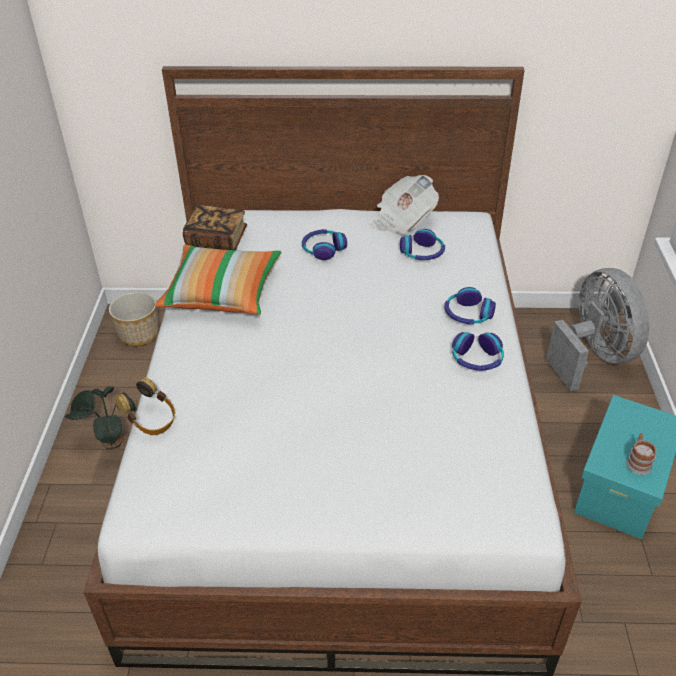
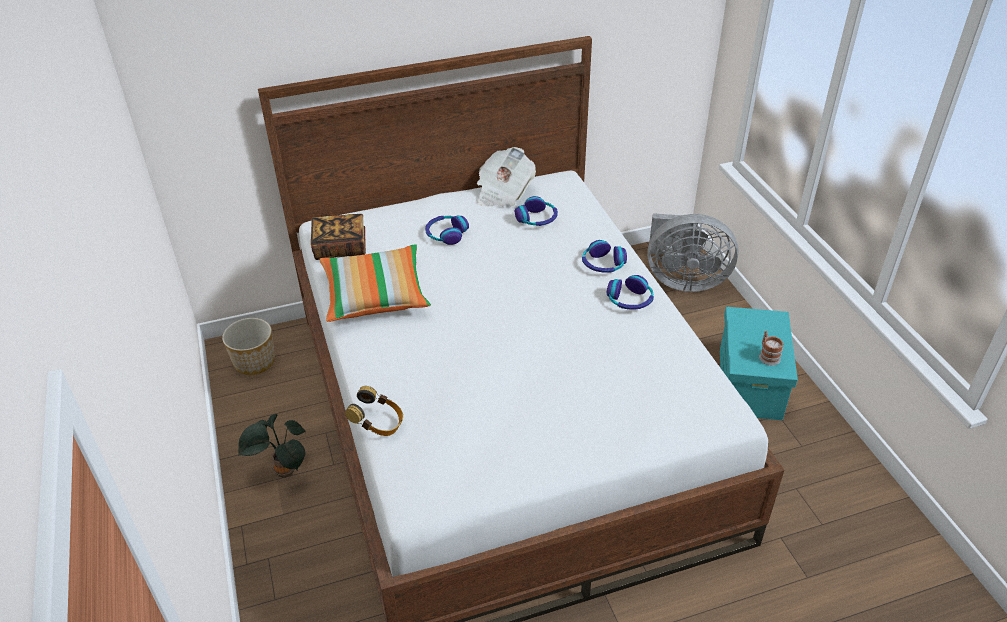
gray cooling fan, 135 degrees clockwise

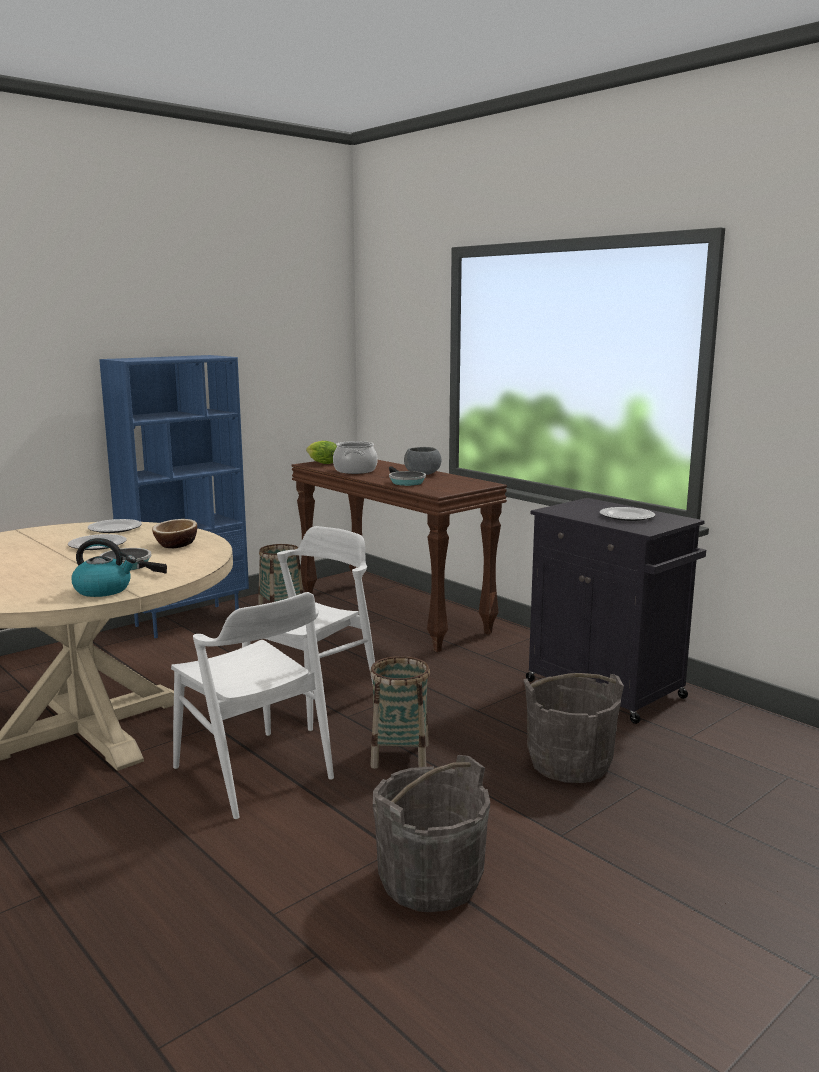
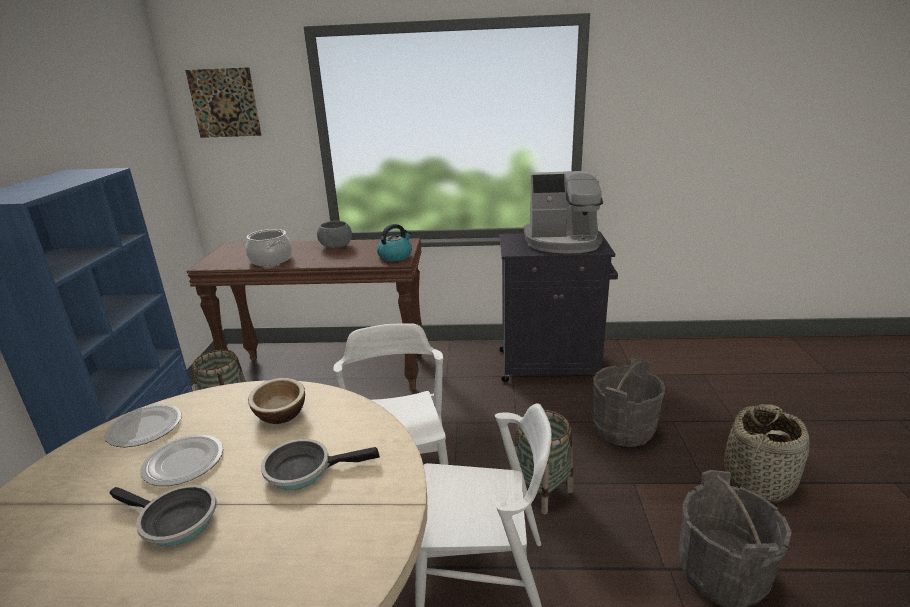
head of lettuce -> none
none -> wall picture
none -> household basket (3rd from left)
tea kettle, moved
frying pan (2nd from left in the first image) -> frying pan (1st from left), moved
plate (3rd from left) -> coffee machine

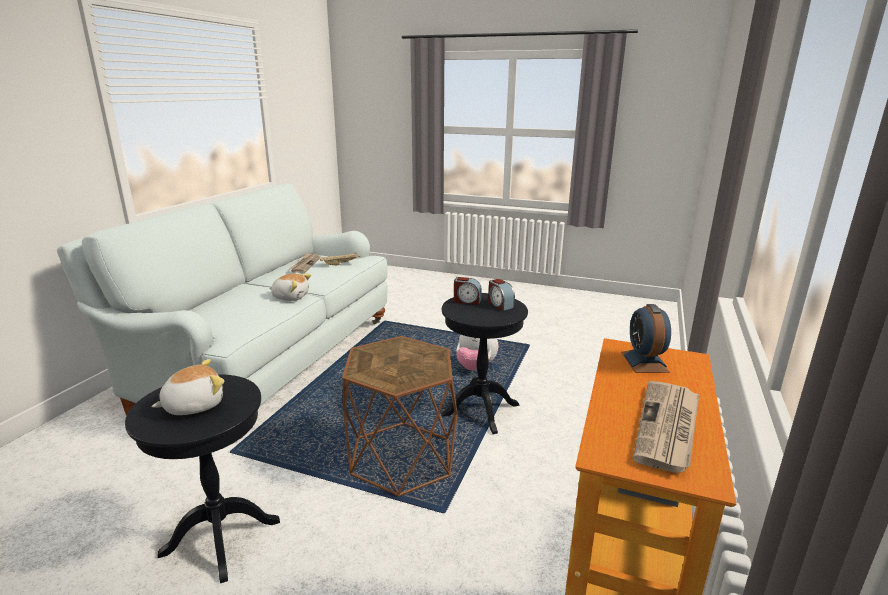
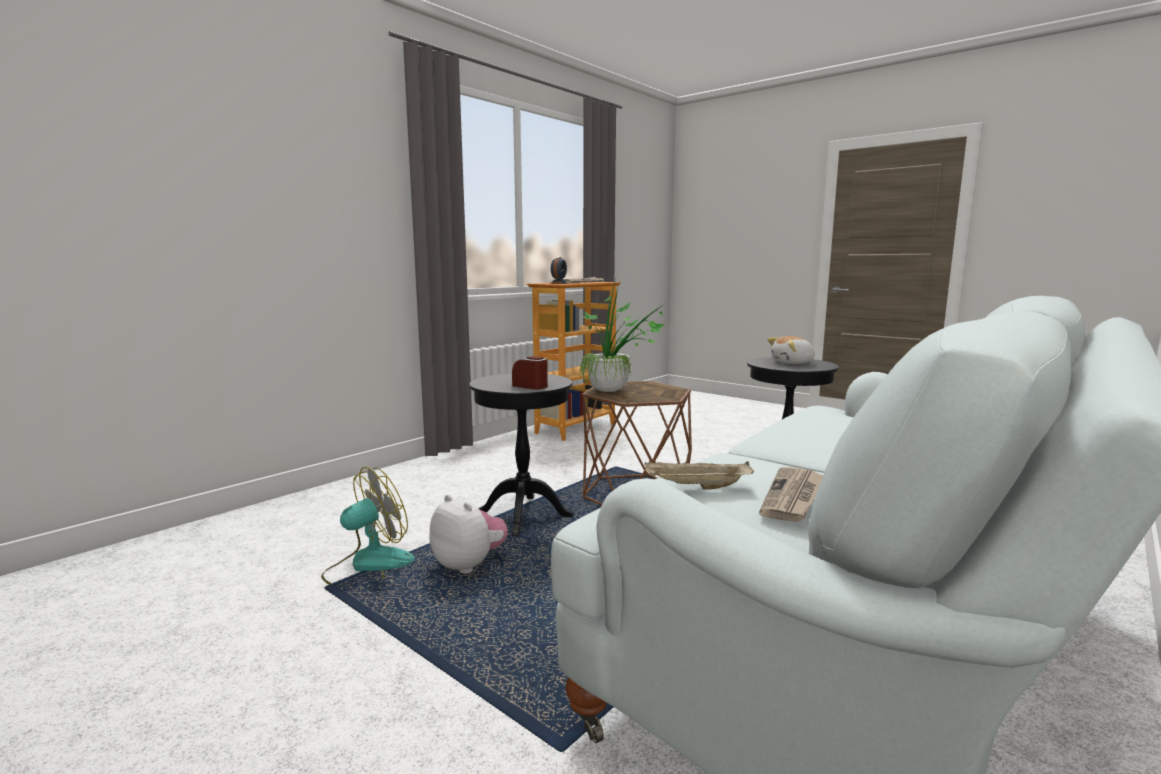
cuddly toy (2nd from left) -> none
alarm clock (2nd from left) -> none
none -> cooling fan
none -> potted plant

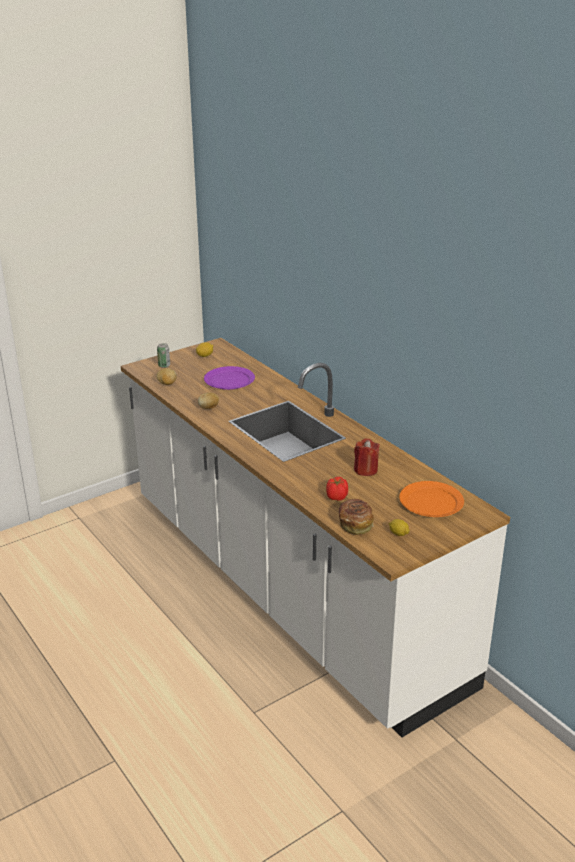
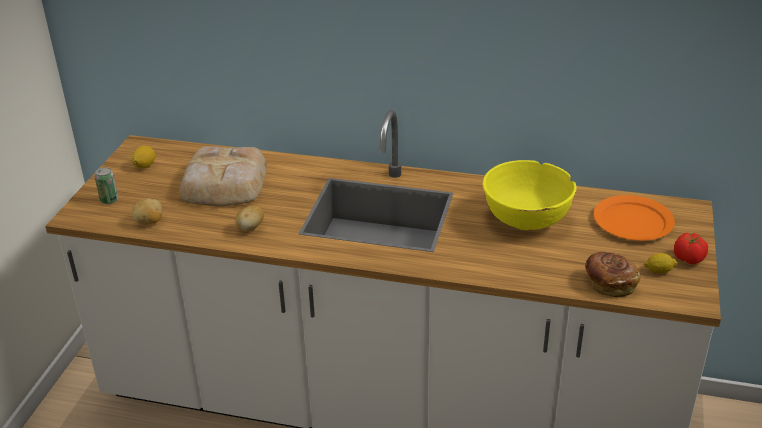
whole tomato, moved
purple-coloured plate -> bakery bread (1st from left)
reddish wax candle -> yellowish deep dish

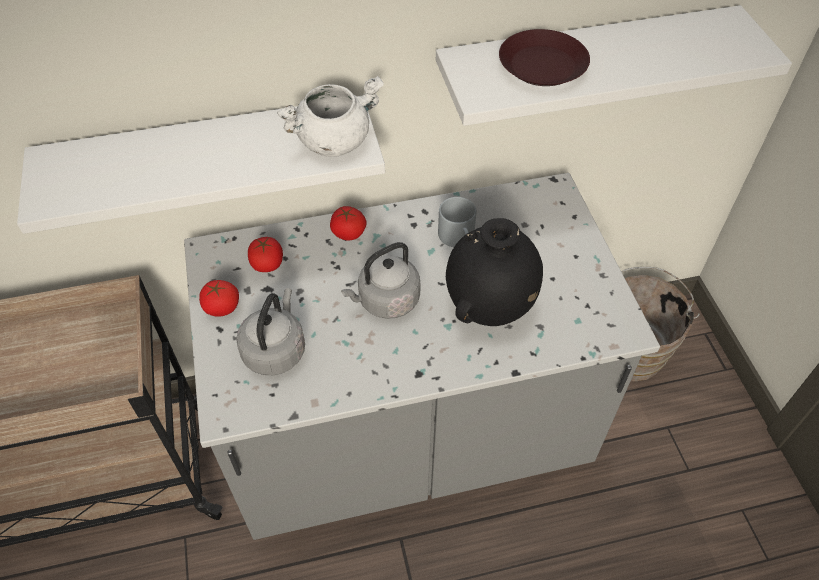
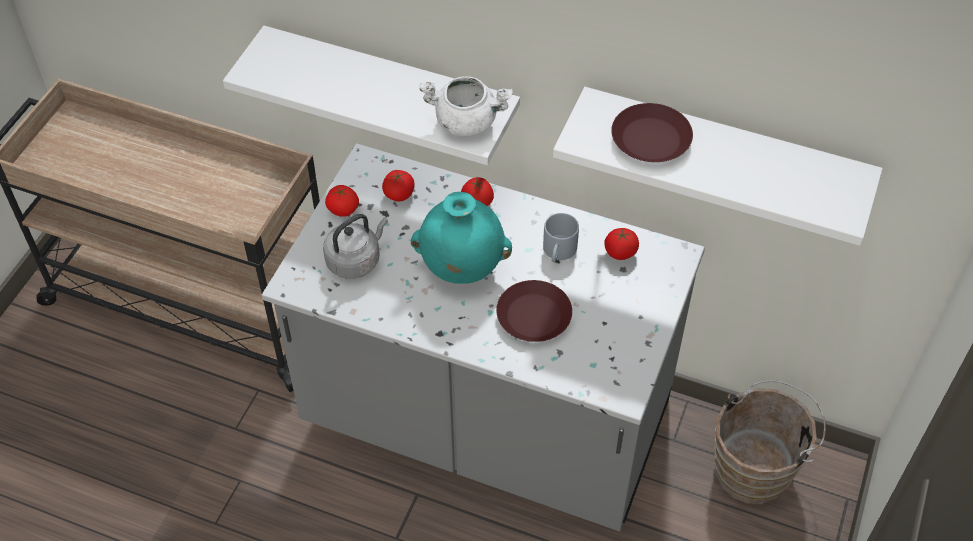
none -> whole tomato (4th from left)
gray tea kettle (2nd from left) -> turquoise decorative vase
blackish decorative vase -> brown-coloured plate (1st from left)

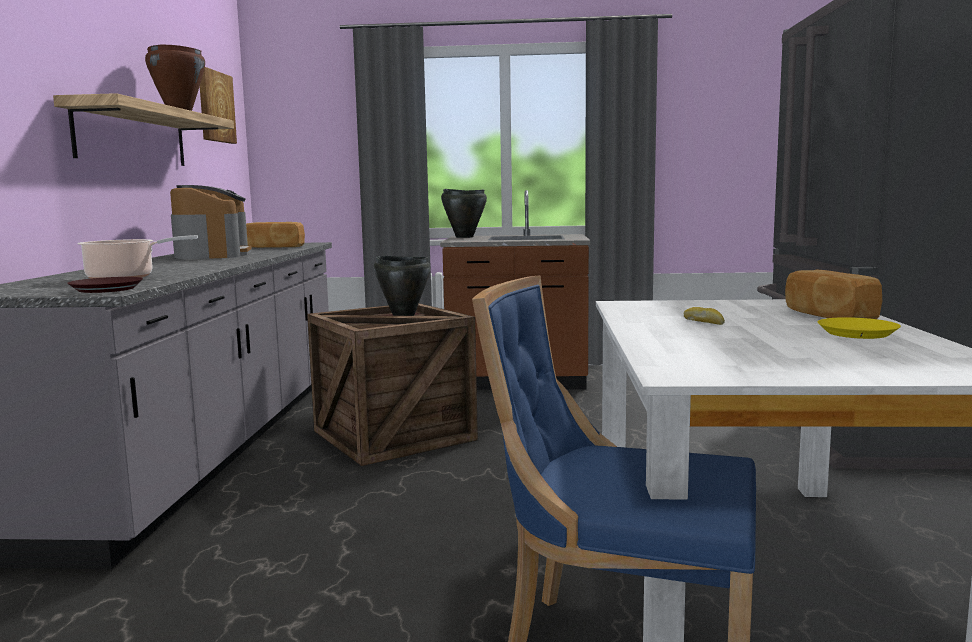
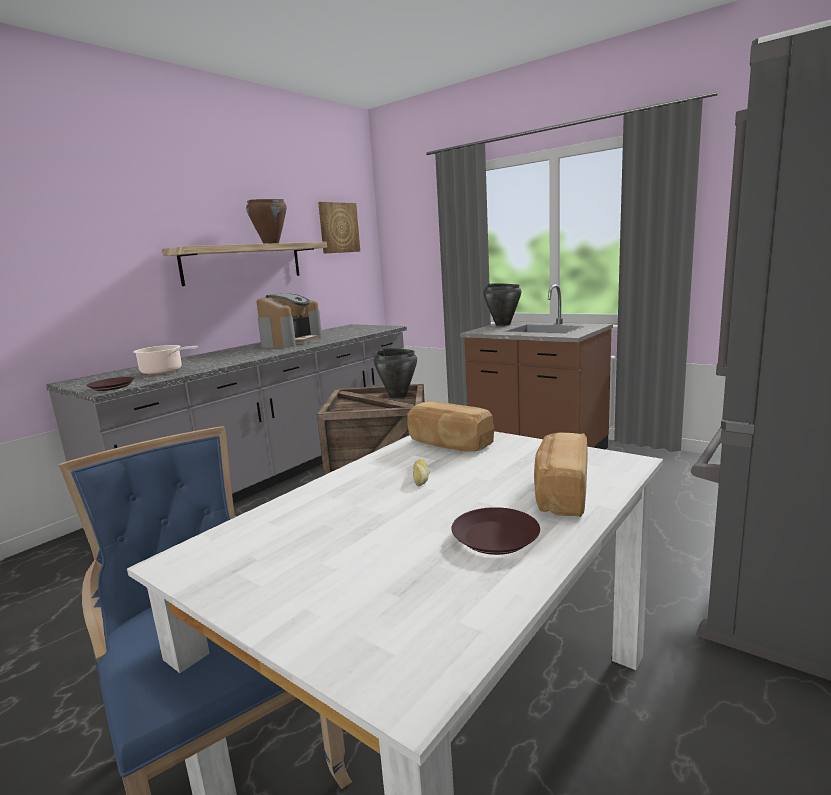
bakery bread (1st from left in the first image) -> bakery bread (2nd from left), moved
yellowish plate -> brown-coloured plate (2nd from left)

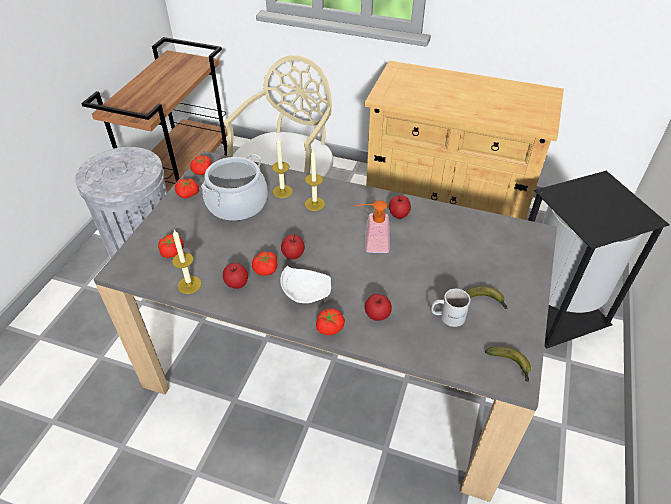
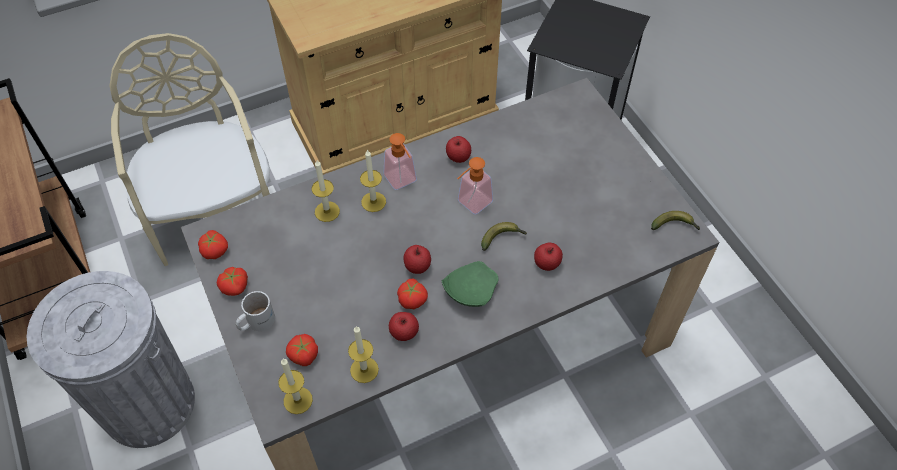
saucepot -> none
whole tomato (5th from left) -> none
none -> wax candle (1st from left)
none -> soap dispenser (1st from left)
white mug, moved
whole banana (1st from left), moved
white plate -> green-coloured plate

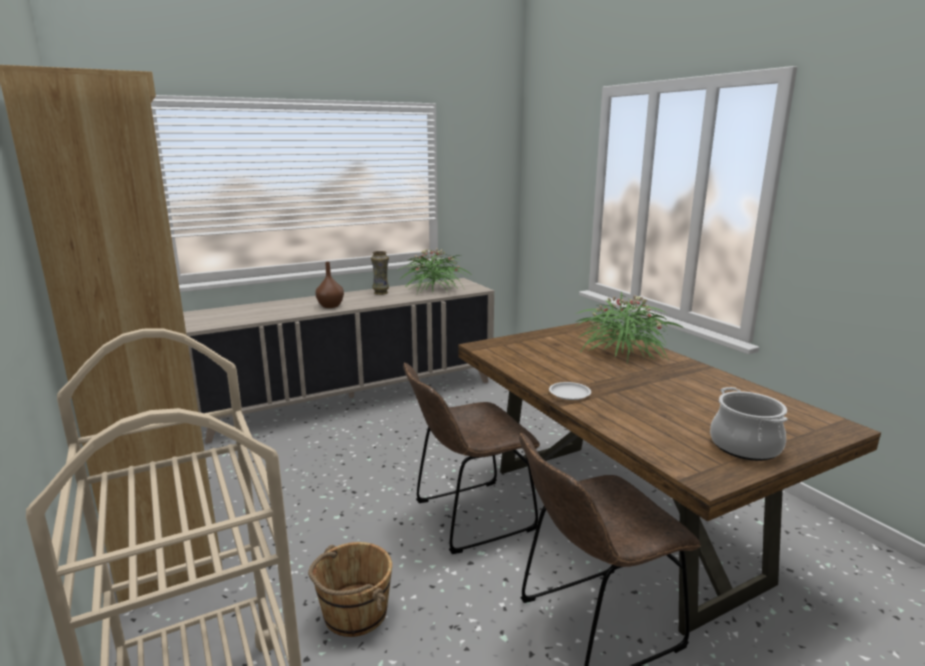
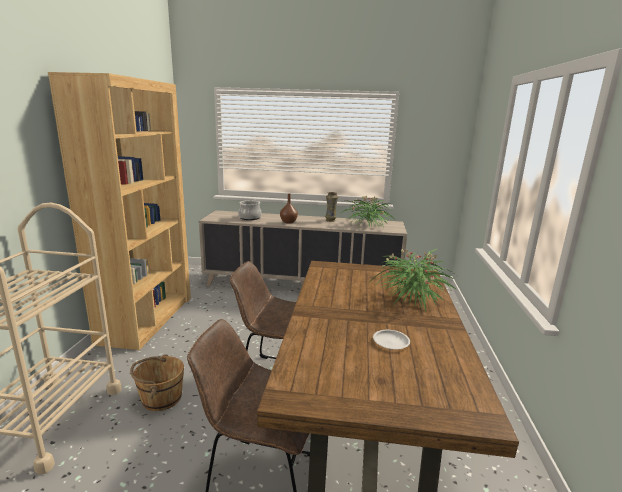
white plate, moved
saucepot, moved

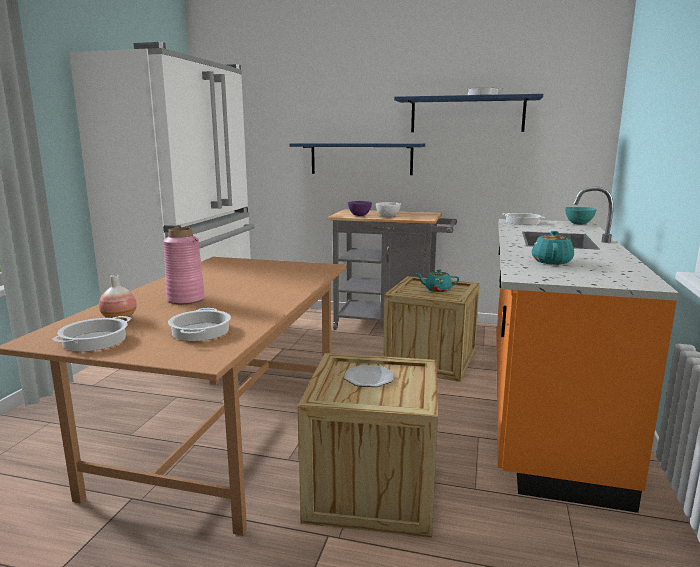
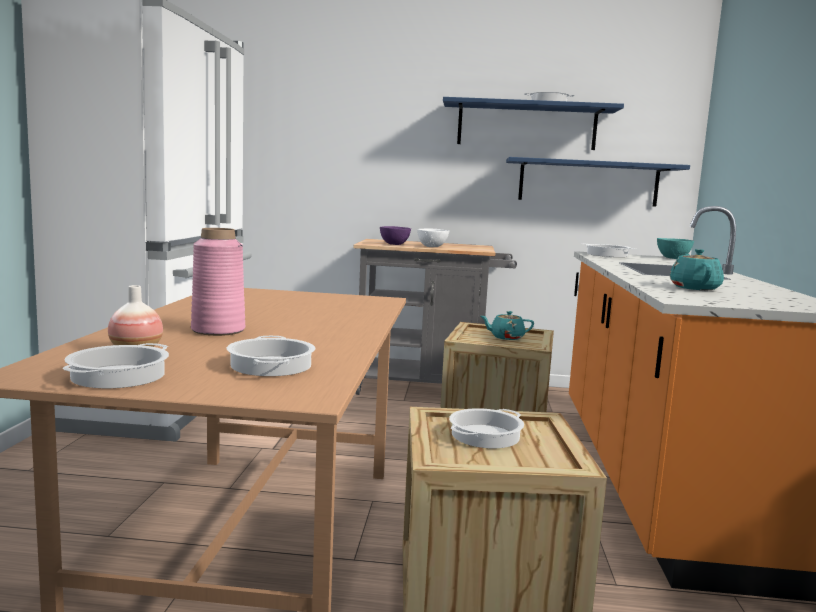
blue shelf (1st from left in the first image) -> blue shelf (2nd from left), moved
plate -> saucepot (3rd from left)

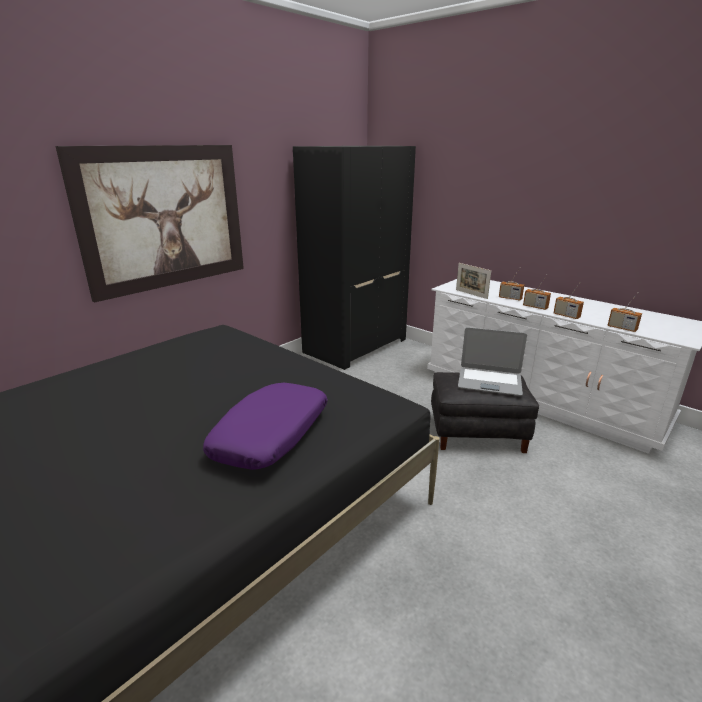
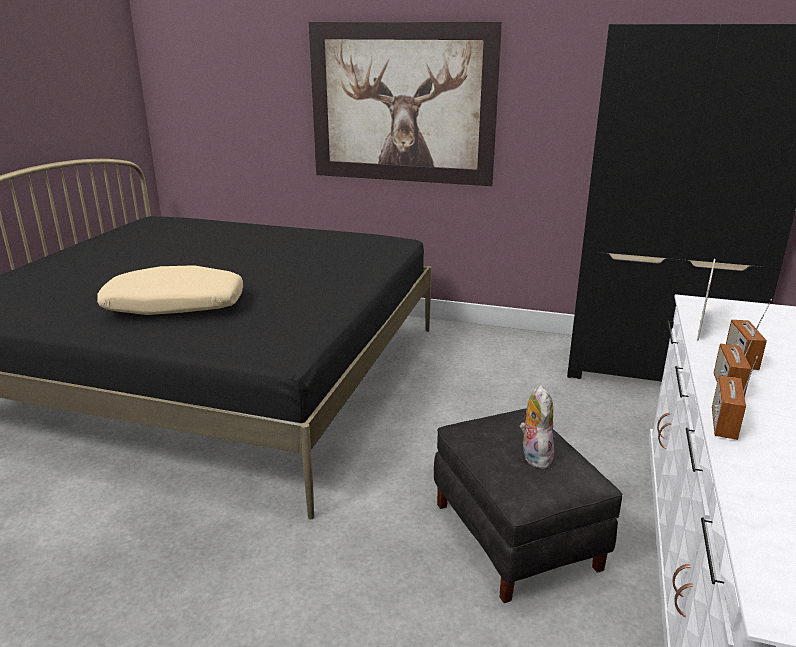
radio receiver (4th from left) -> none
notebook computer -> cuddly toy
purple-coloured pillow -> beige-coloured pillow

